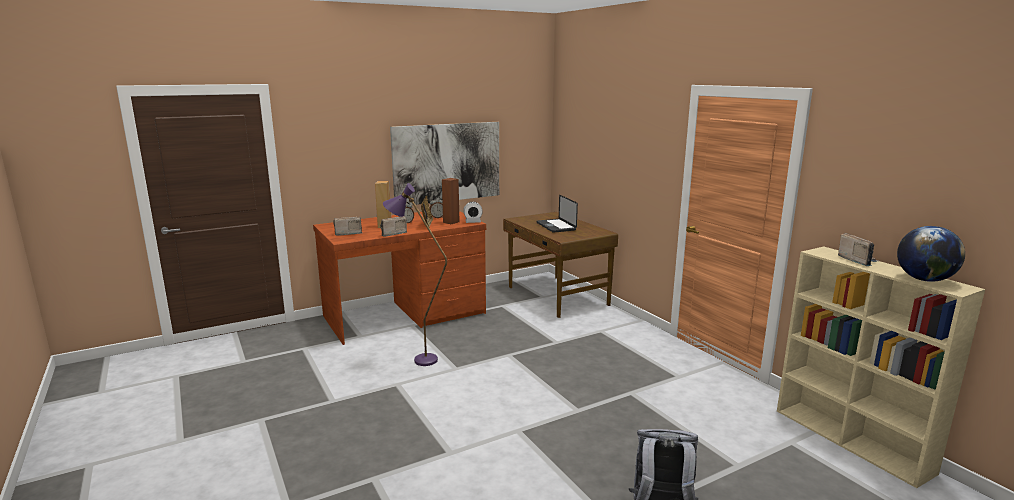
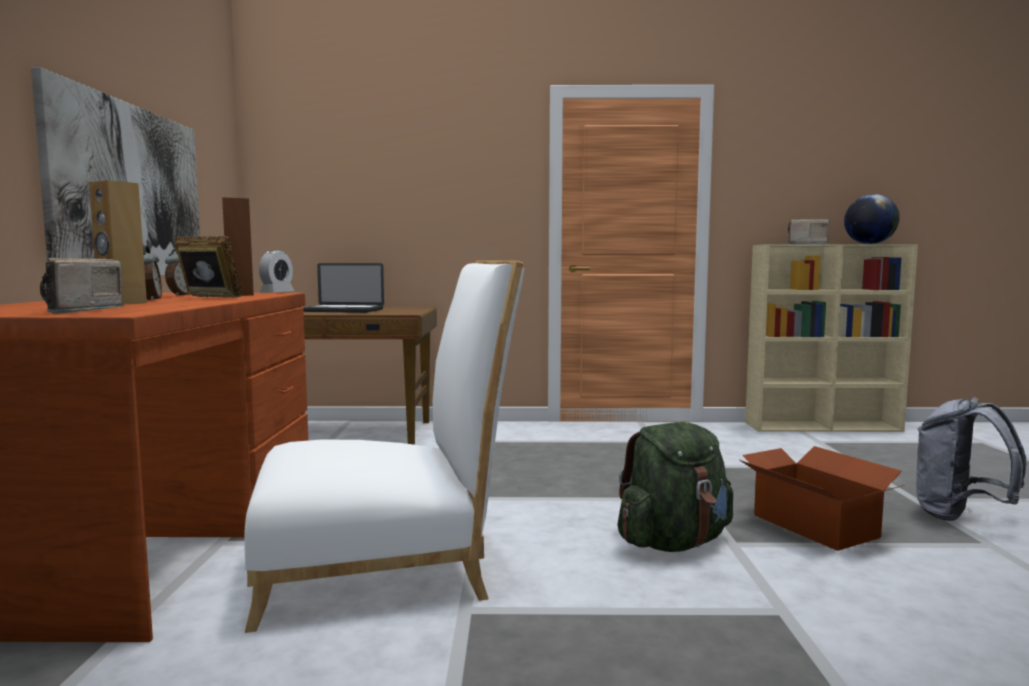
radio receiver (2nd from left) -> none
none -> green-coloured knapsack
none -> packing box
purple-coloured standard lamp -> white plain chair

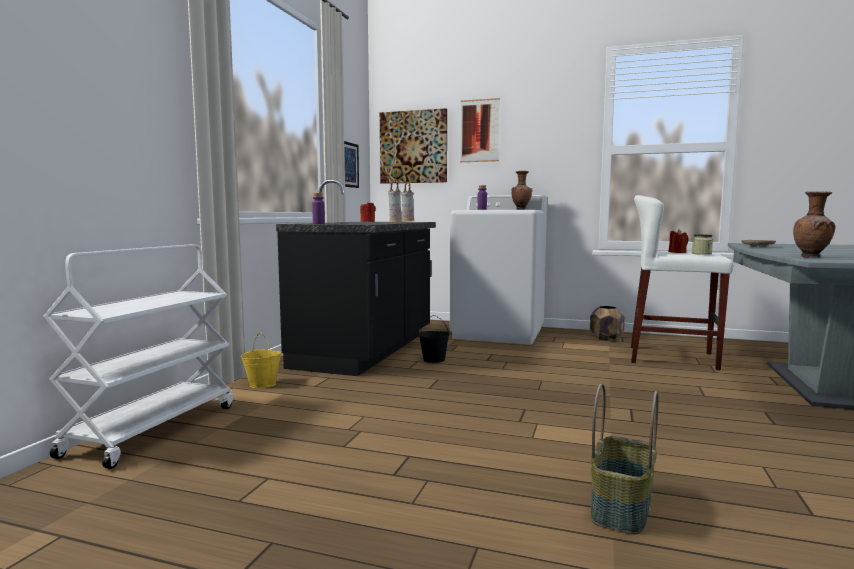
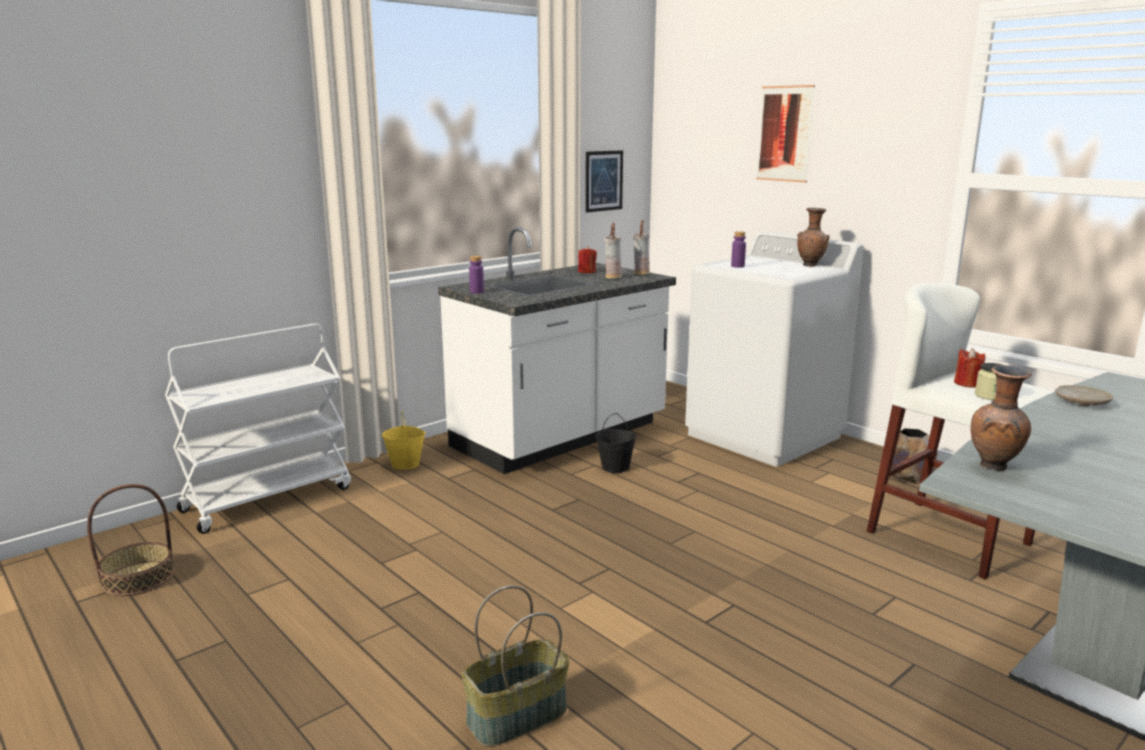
wall picture (2nd from left) -> none
none -> household basket (1st from left)
blackish kitchen counter -> white kitchen counter

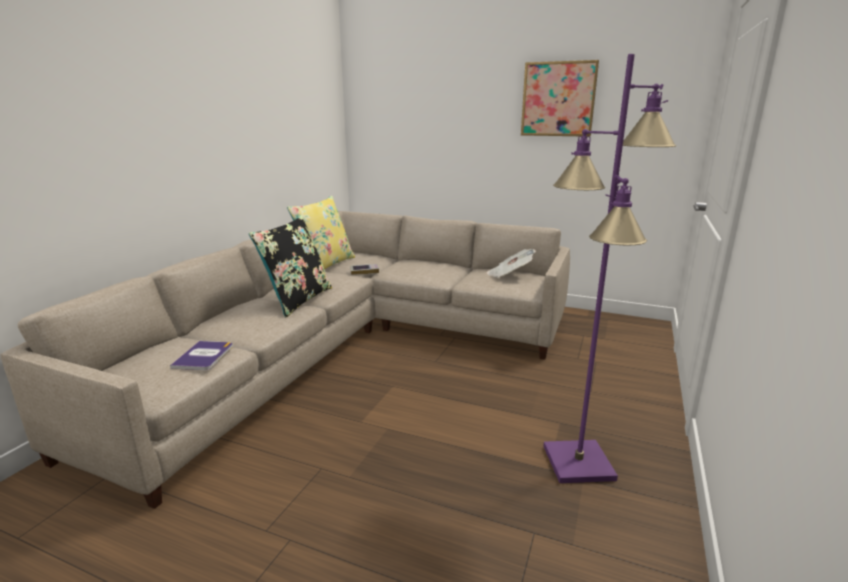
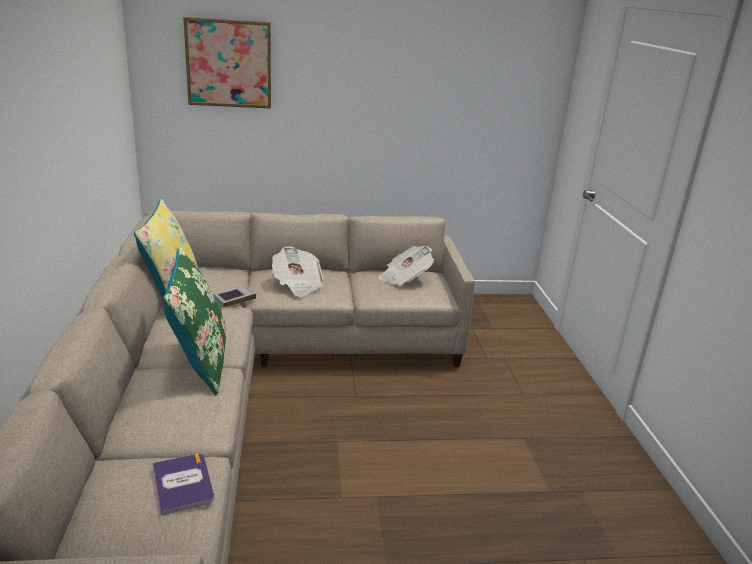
purple-coloured standard lamp -> none
none -> newspaper (1st from left)
wall picture, moved
blackish pillow -> green-coloured pillow

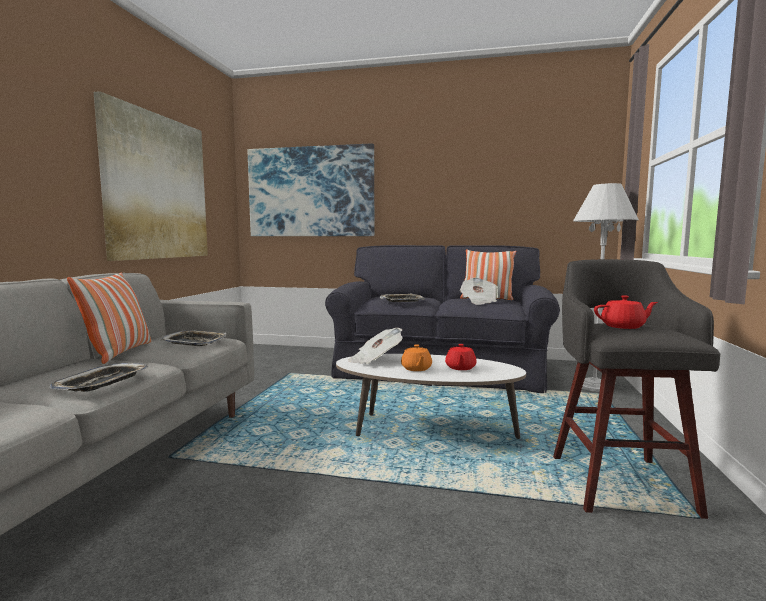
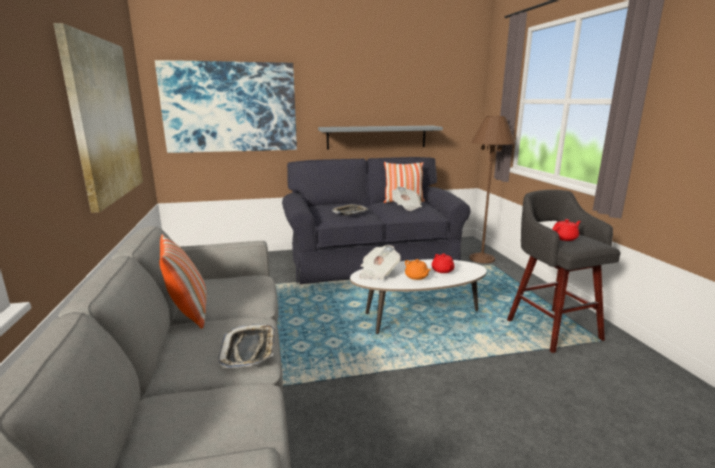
carrying tray (2nd from left) -> none
none -> gray shelf
white standard lamp -> brown-coloured standard lamp

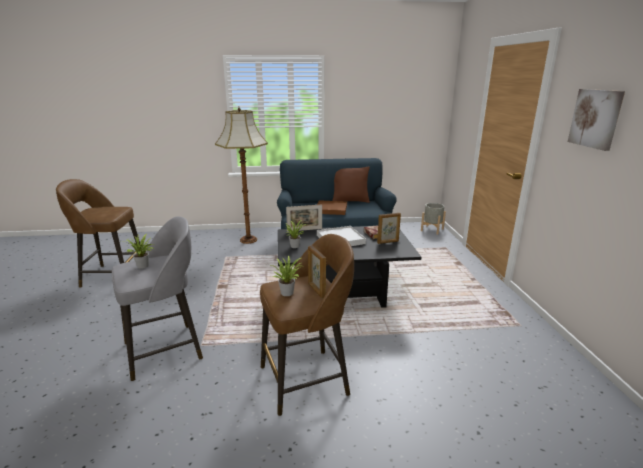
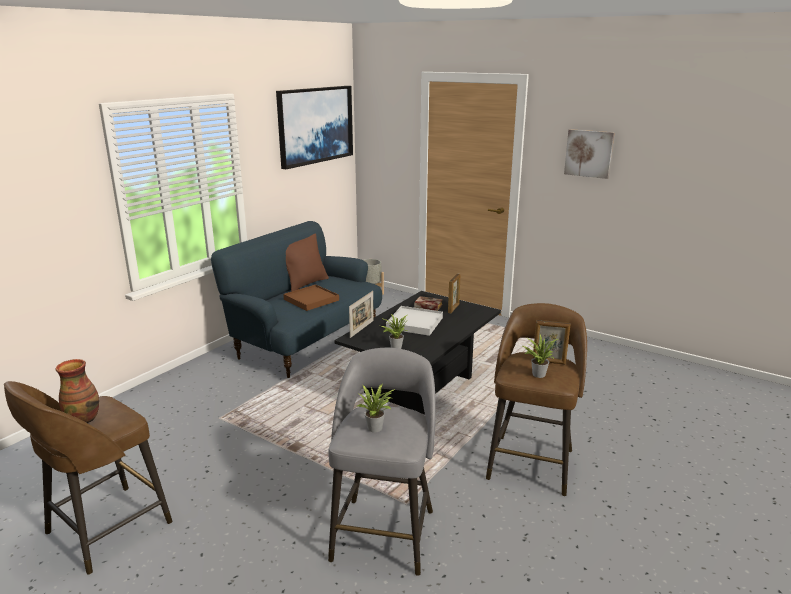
standard lamp -> none
none -> decorative vase
none -> wall picture (1st from left)

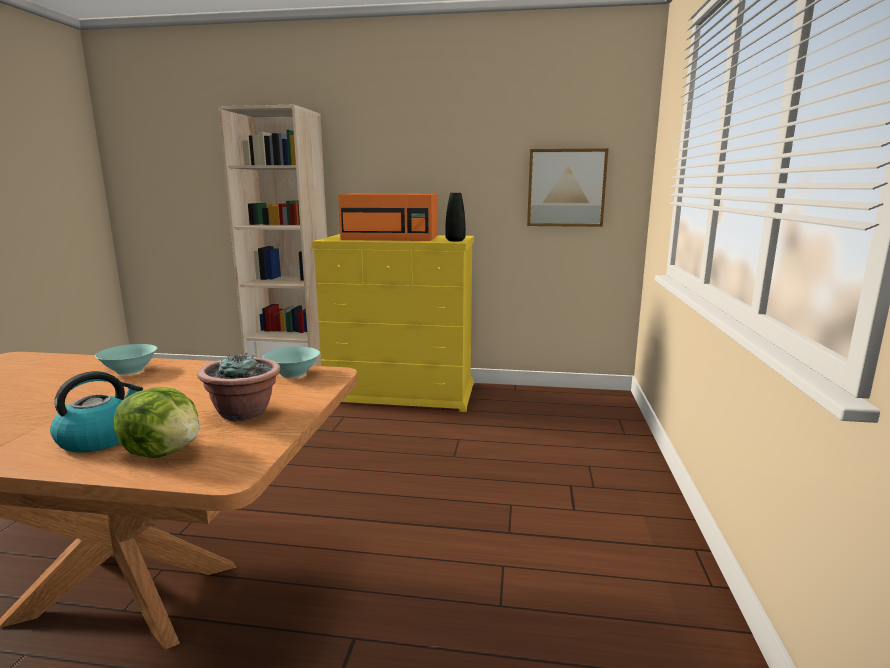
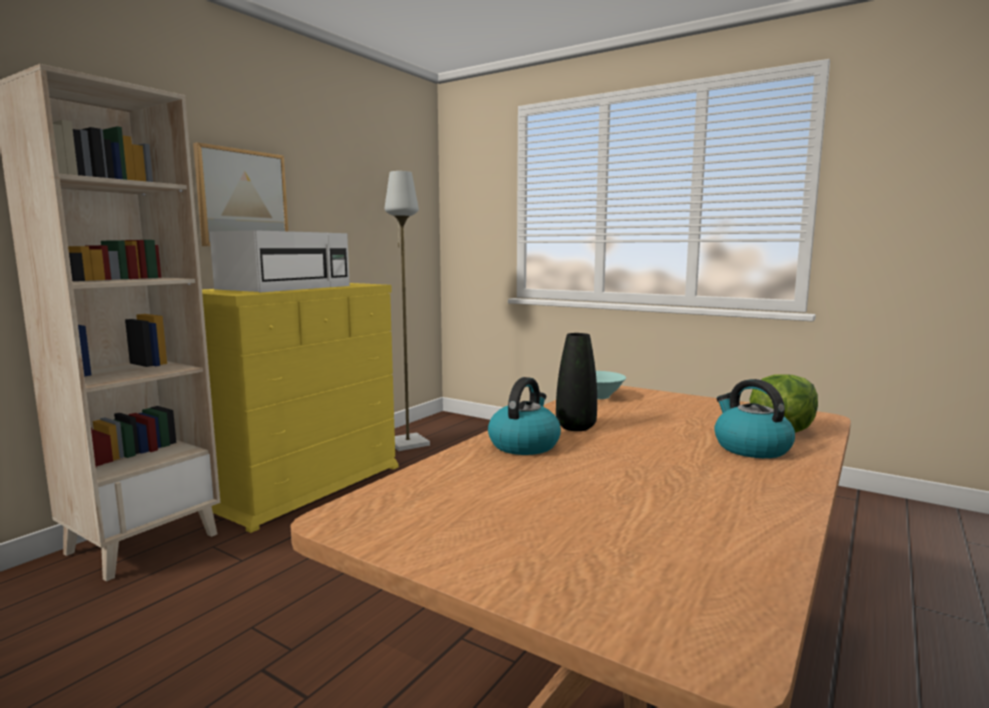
potted plant -> none
none -> gray standard lamp
blackish decorative vase, moved
wall picture, moved
turquoise deep dish (1st from left) -> tea kettle (1st from left)
orange kitchen microwave -> white kitchen microwave

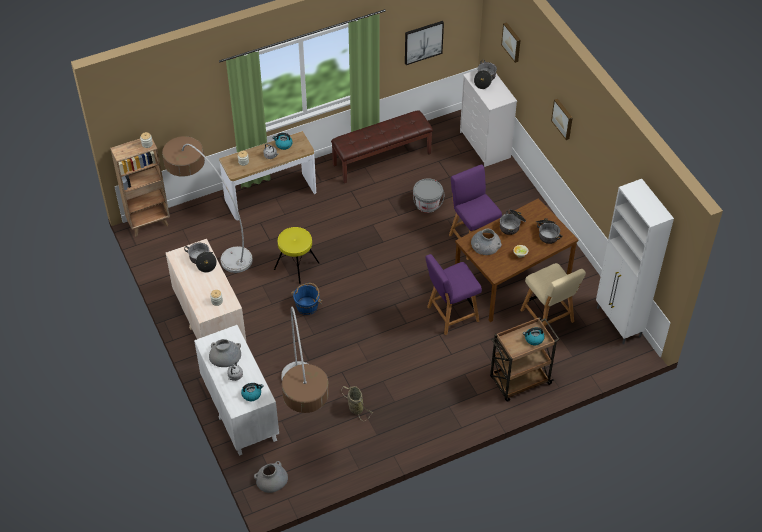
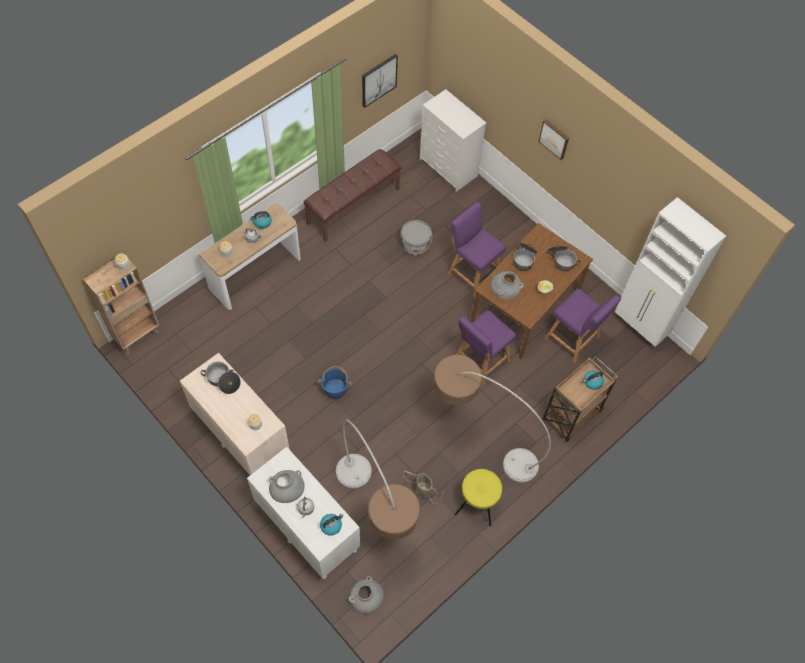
saucepot (2nd from left) -> none
wall picture (2nd from left) -> none
standard lamp (1st from left in the first image) -> standard lamp (2nd from left), moved
yellowish sitting stool, moved
beige-coloured plain chair -> purple-coloured plain chair (3rd from left)

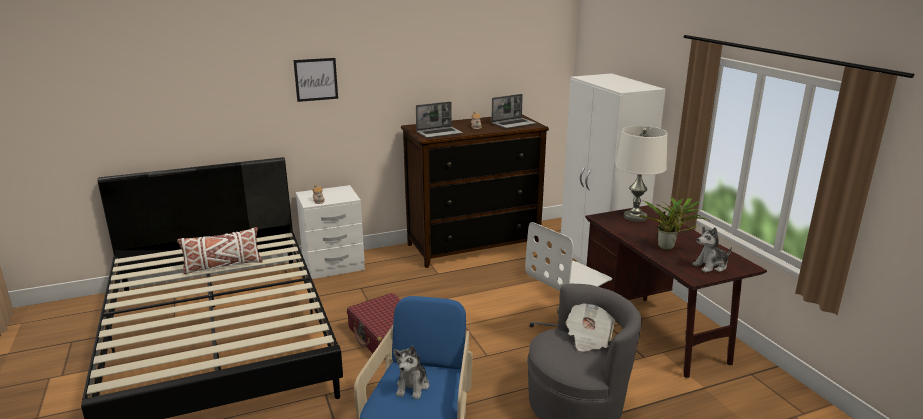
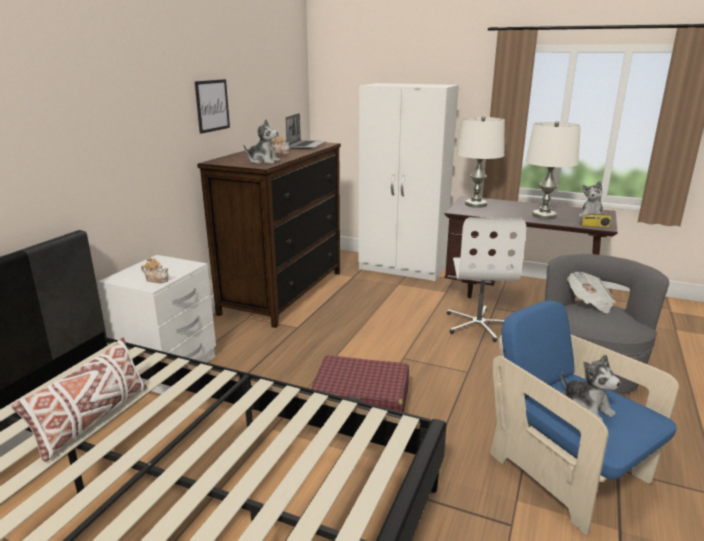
none -> radio receiver
wall picture, moved
notebook computer (1st from left) -> cuddly toy (1st from left)
potted plant -> white lamp for a table (2nd from left)

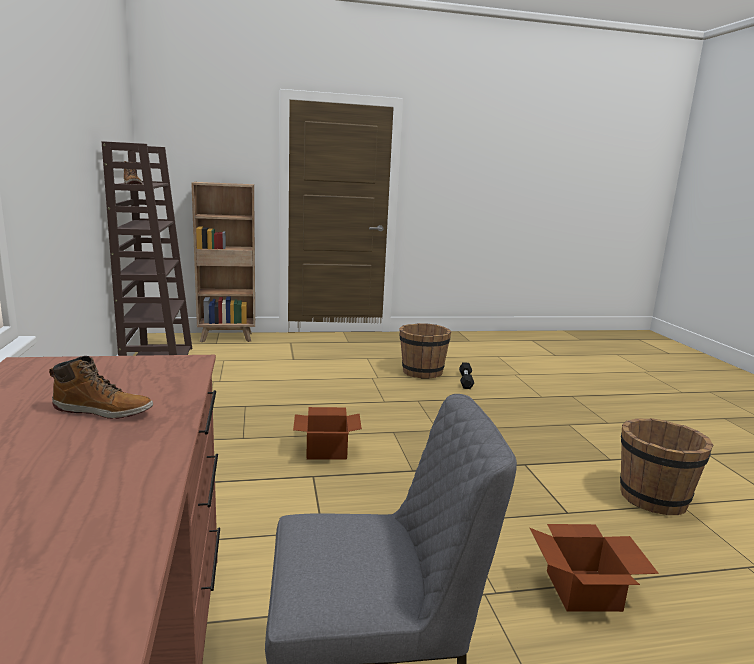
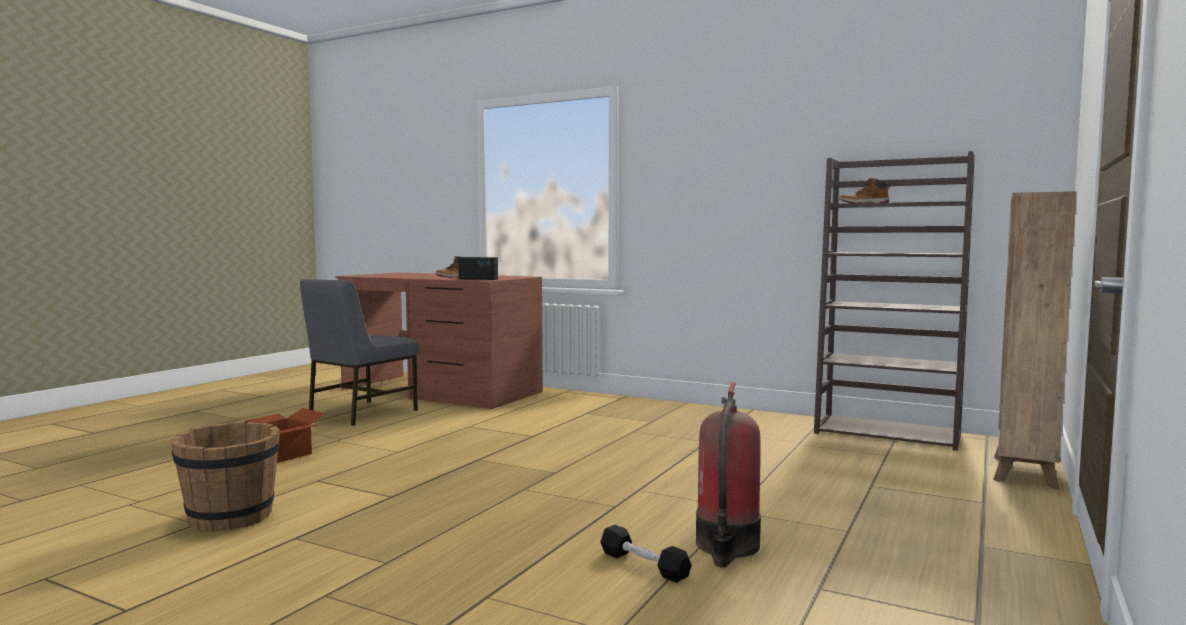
packing box (1st from left) -> none
none -> radio receiver
brown-coloured water bucket (1st from left) -> fire extinguisher

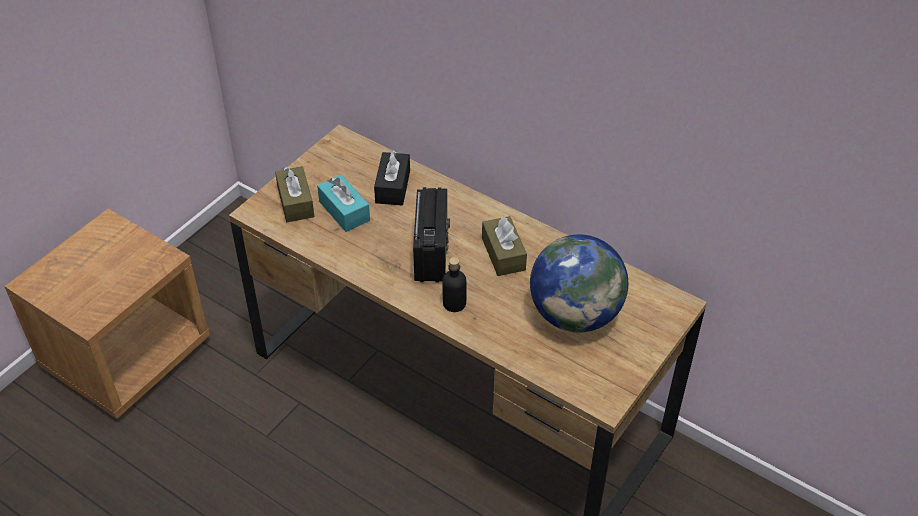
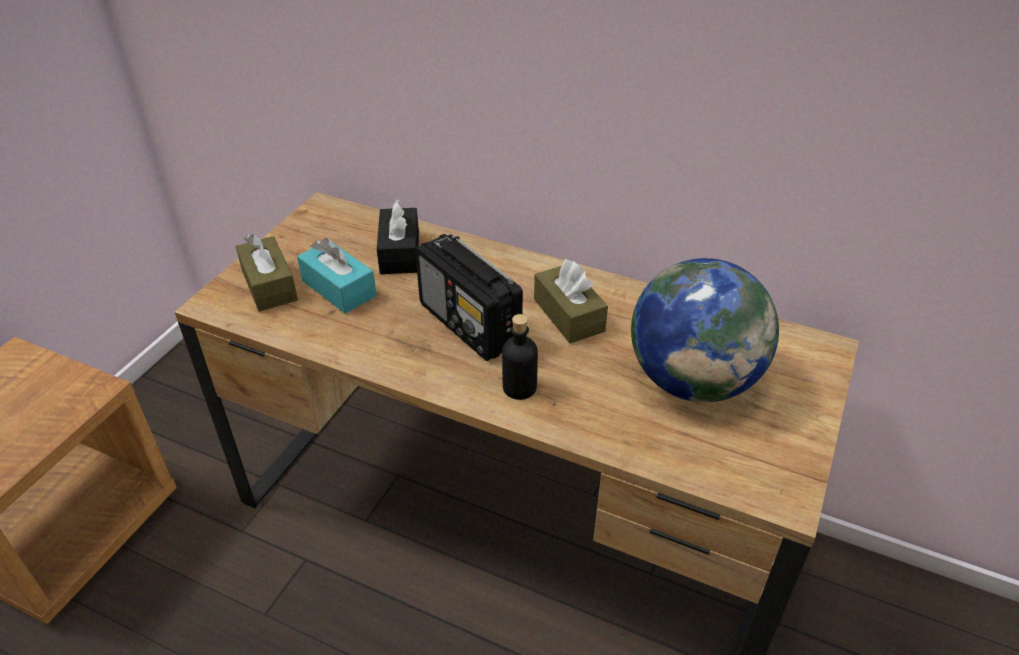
radio receiver, 150 degrees clockwise

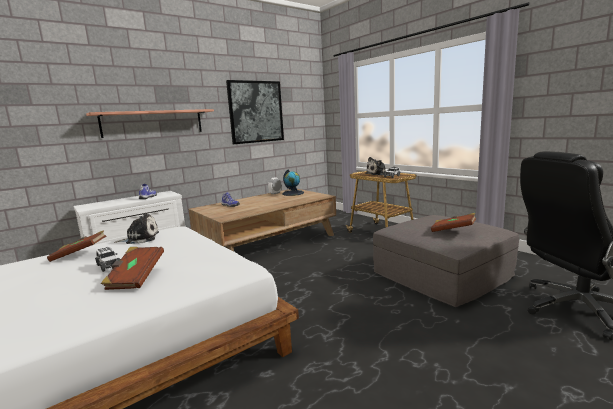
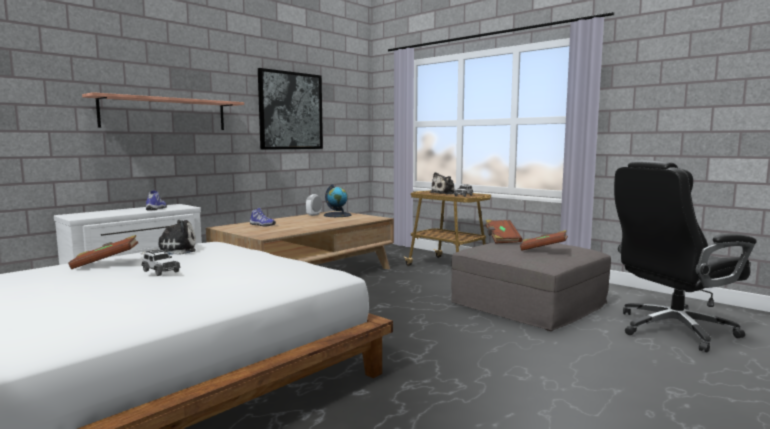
brown-coloured volume (2nd from left), moved

